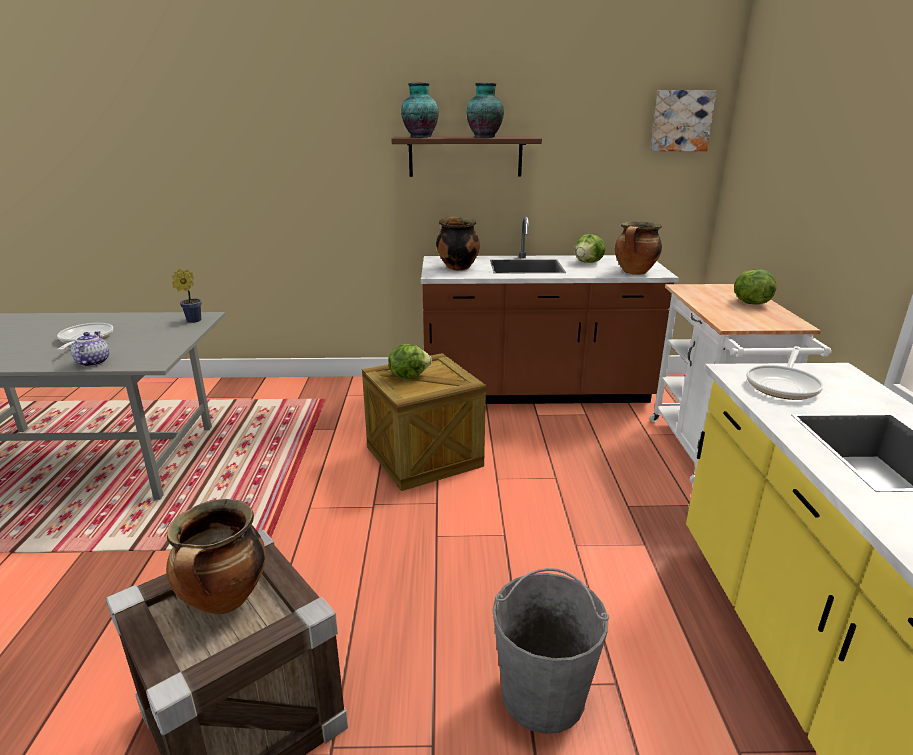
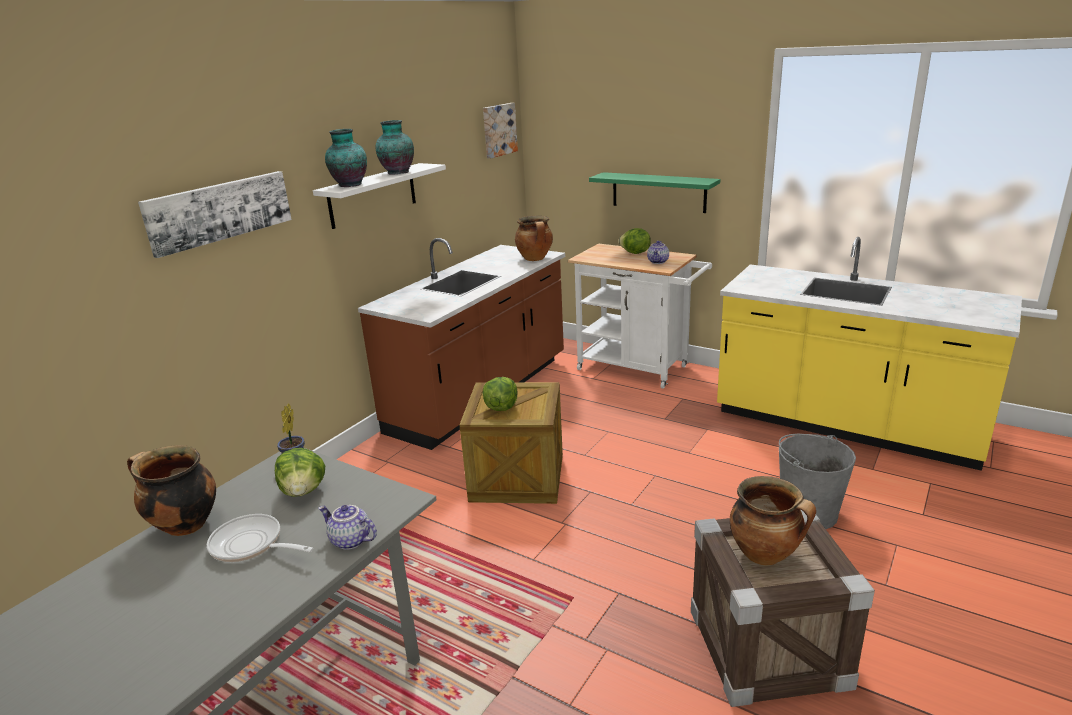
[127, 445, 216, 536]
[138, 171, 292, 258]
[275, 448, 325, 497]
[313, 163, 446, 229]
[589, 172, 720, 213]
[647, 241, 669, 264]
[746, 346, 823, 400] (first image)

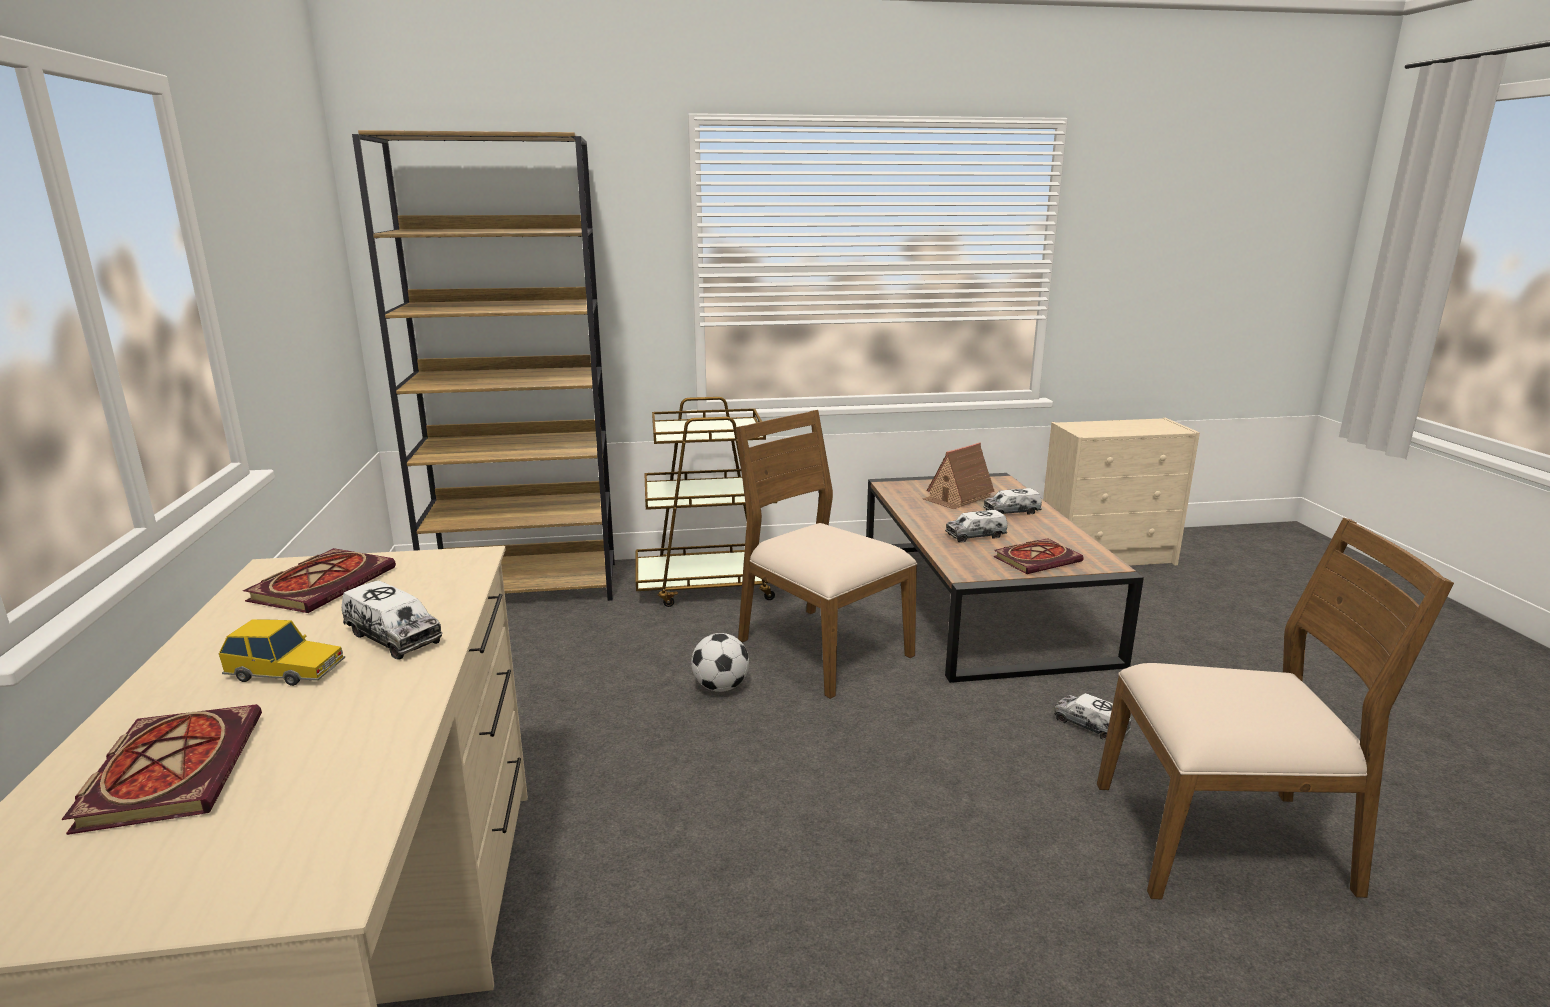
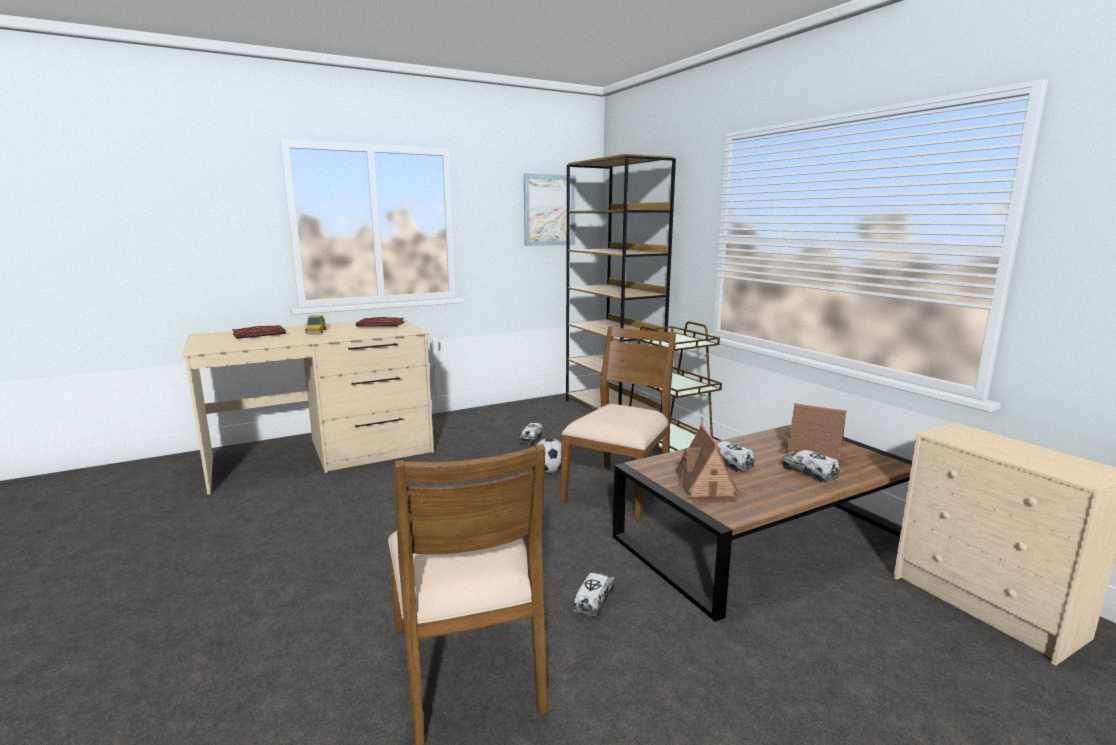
[519, 423, 543, 446]
[524, 173, 575, 246]
[676, 425, 738, 503]

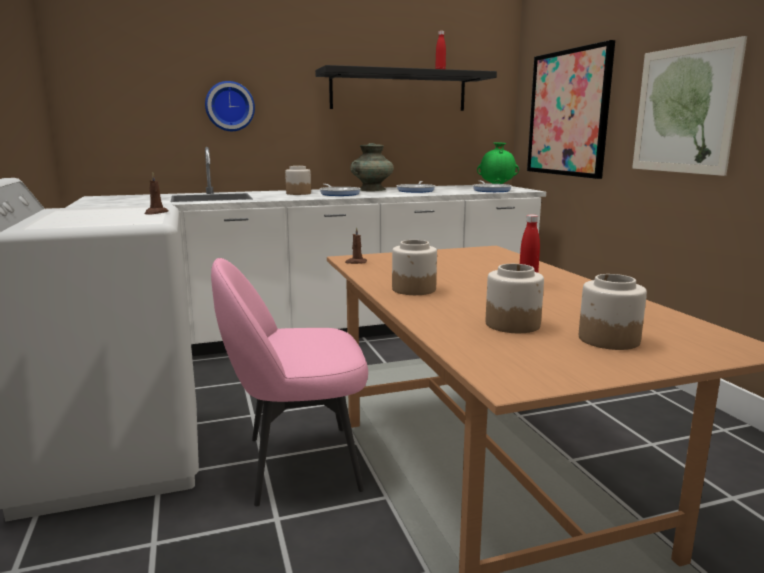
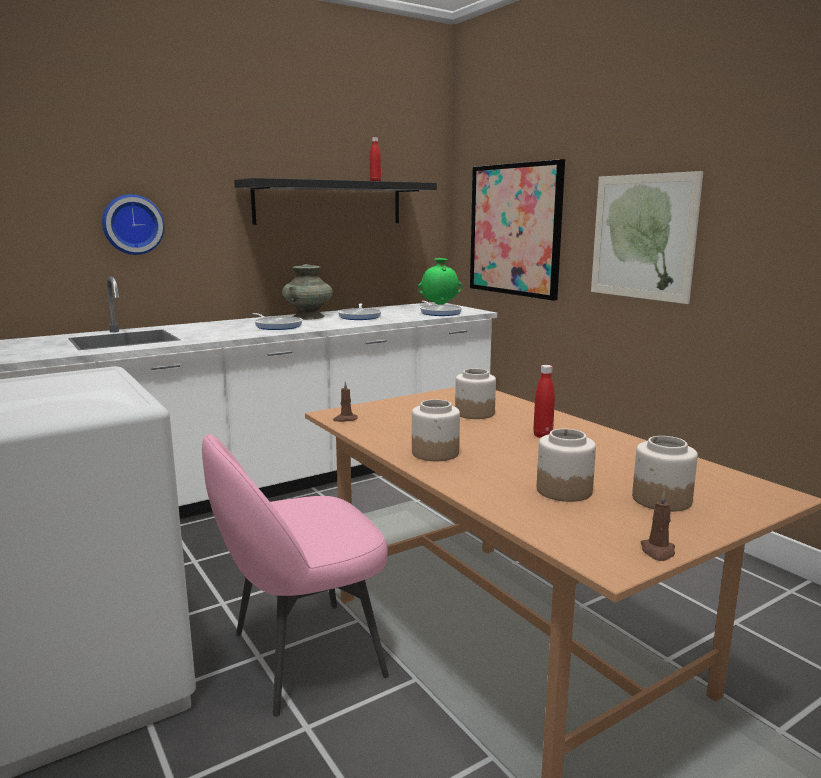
[455, 369, 496, 419]
[641, 491, 675, 561]

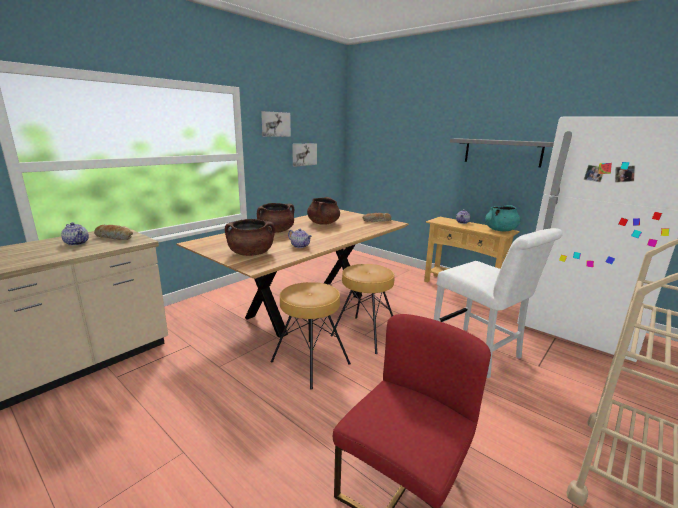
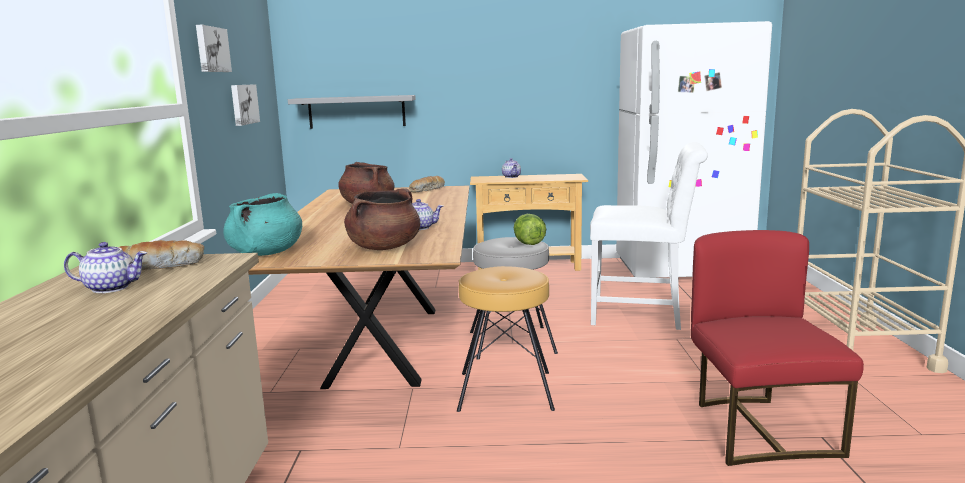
[223, 193, 302, 256]
[288, 95, 416, 129]
[470, 237, 558, 360]
[514, 214, 546, 245]
[257, 203, 294, 233] (first image)

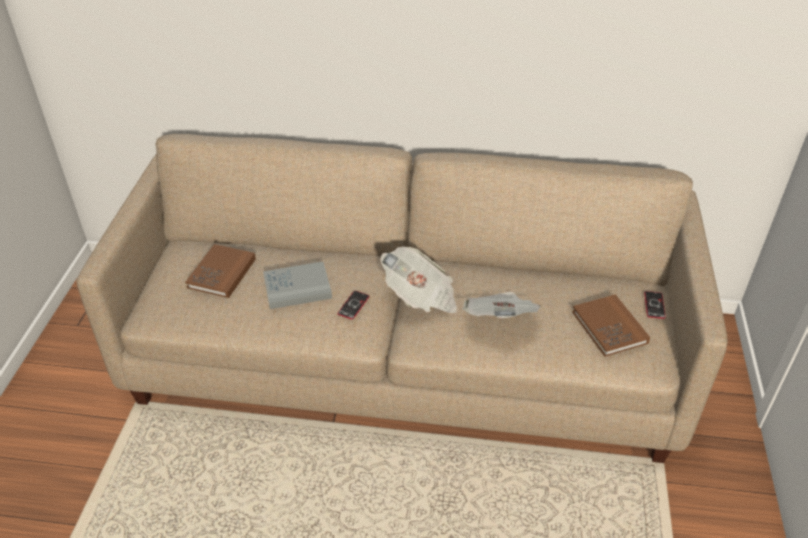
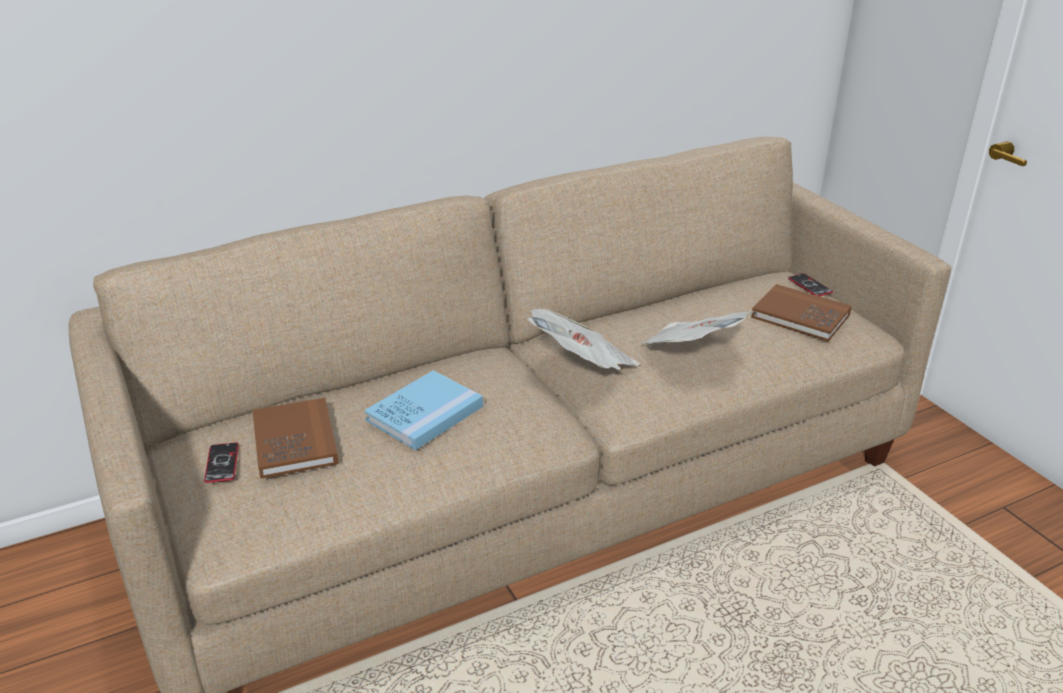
[204, 442, 239, 483]
[364, 370, 483, 450]

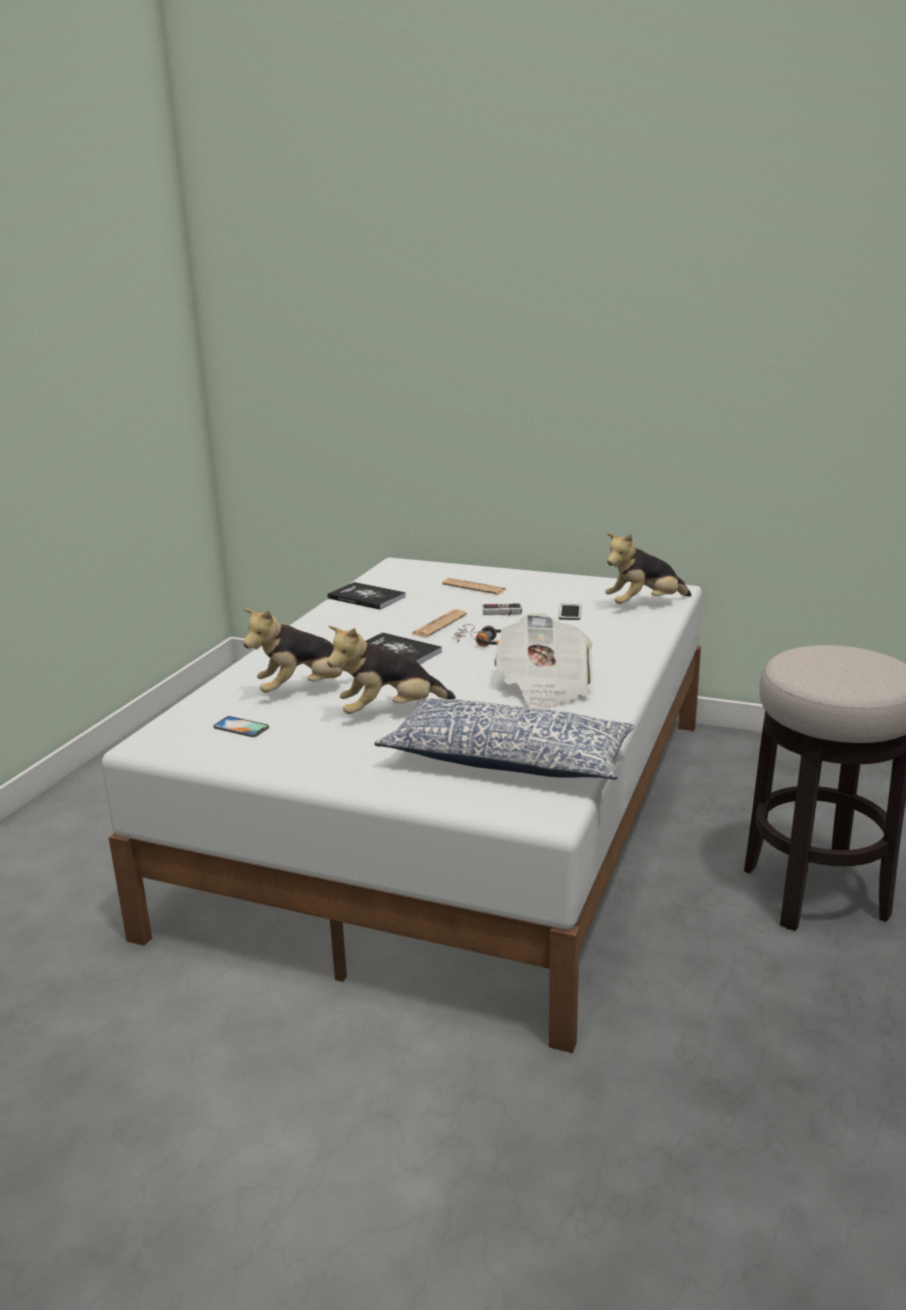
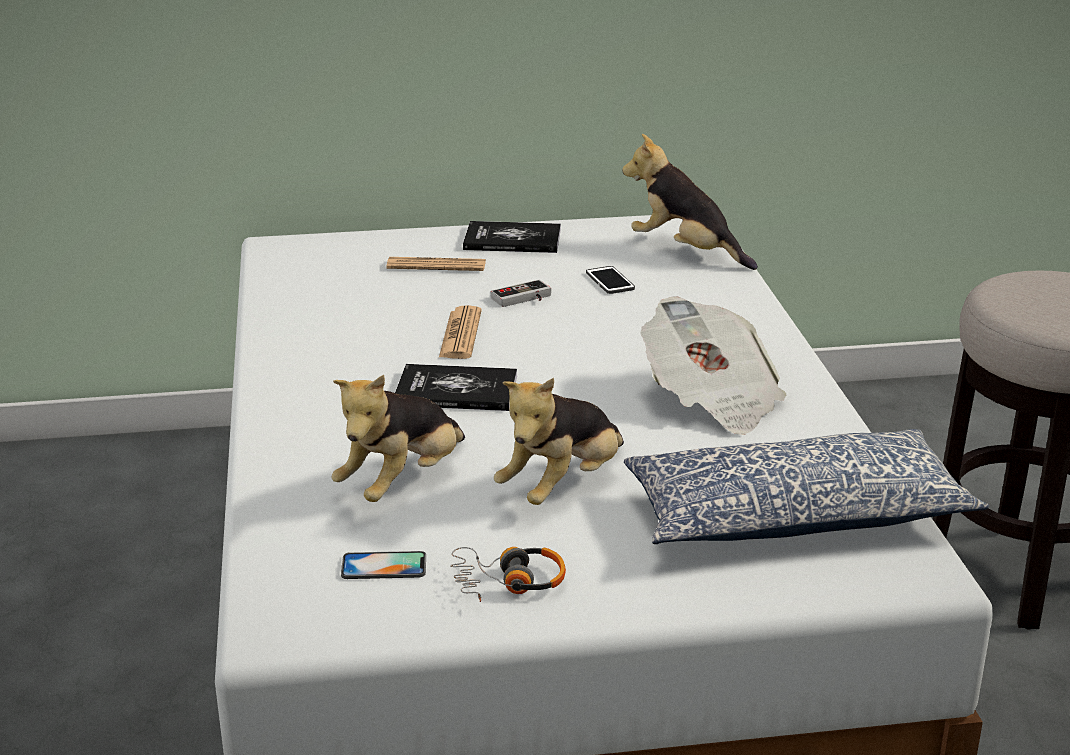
[450, 547, 566, 602]
[463, 221, 561, 253]
[622, 134, 758, 270]

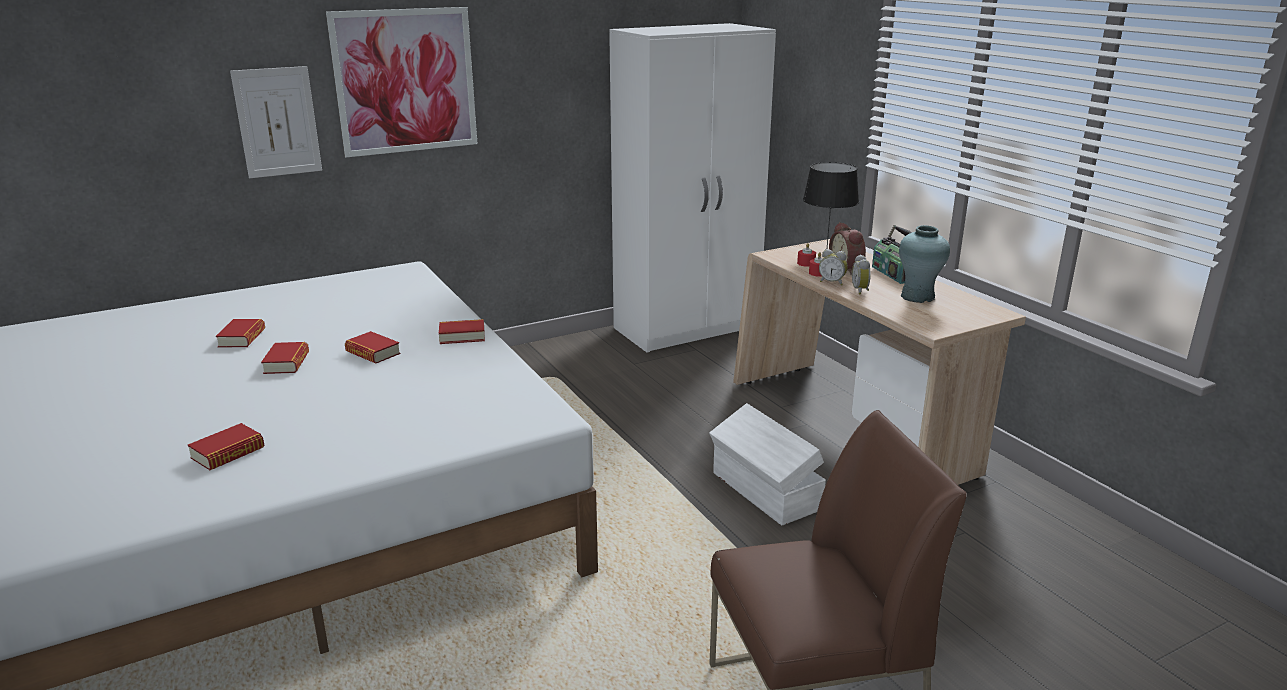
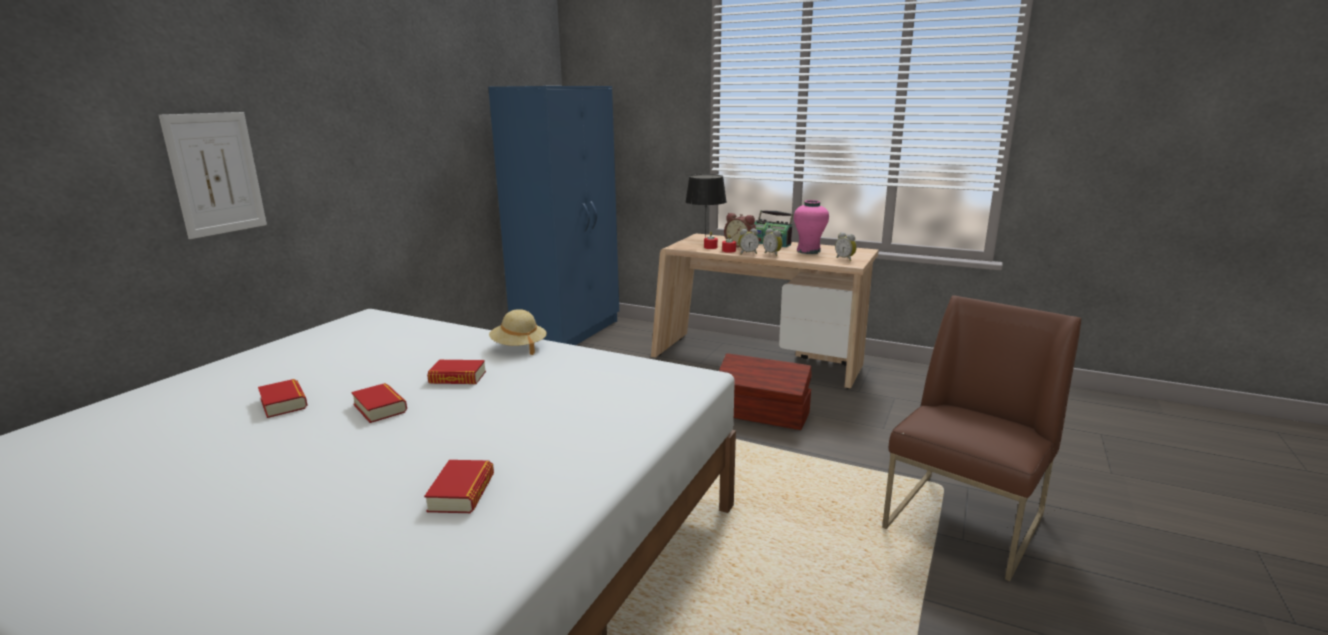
[488, 86, 619, 345]
[489, 309, 547, 355]
[719, 353, 812, 430]
[794, 200, 829, 254]
[835, 232, 857, 261]
[326, 7, 477, 157] (first image)

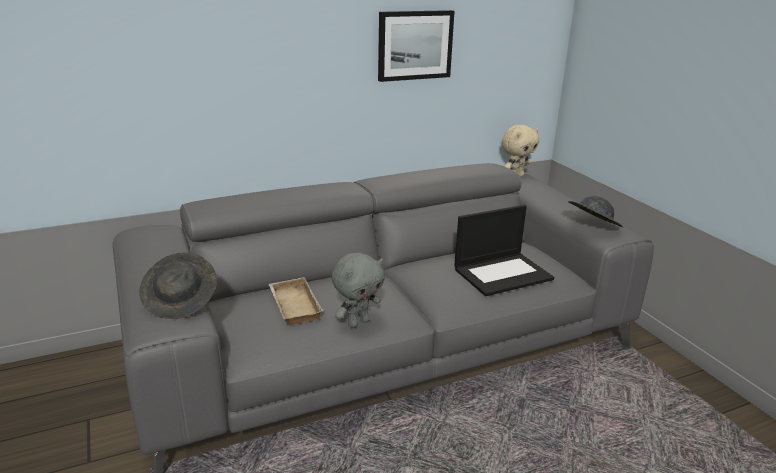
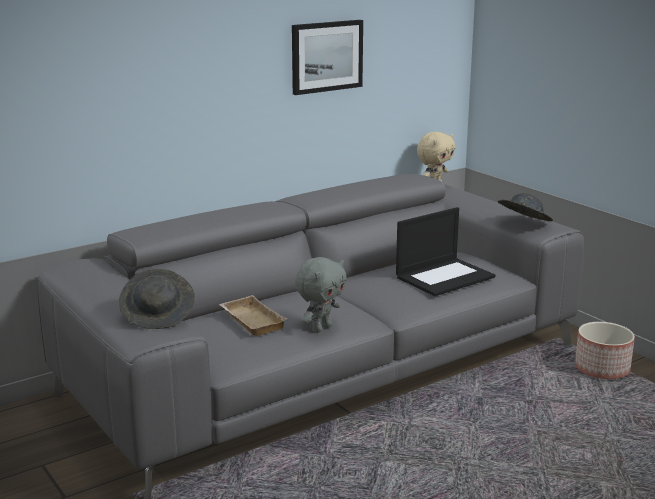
[575, 322, 635, 379]

